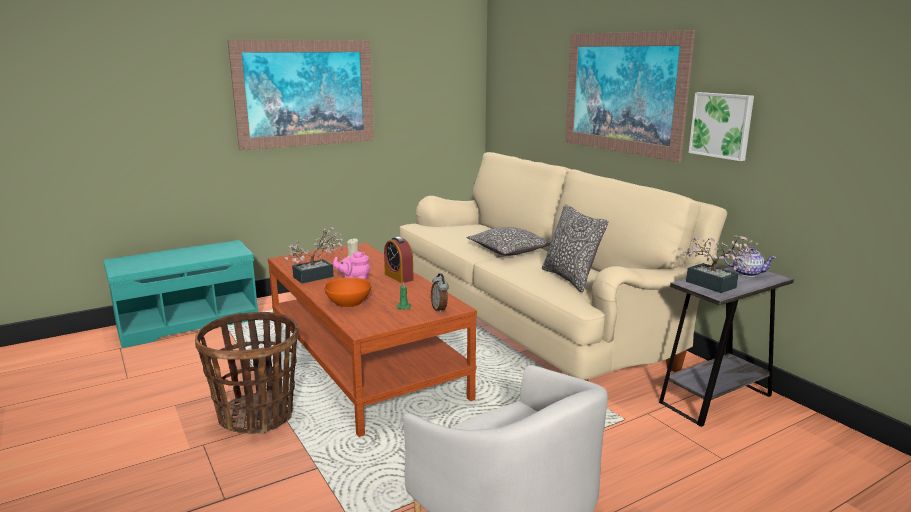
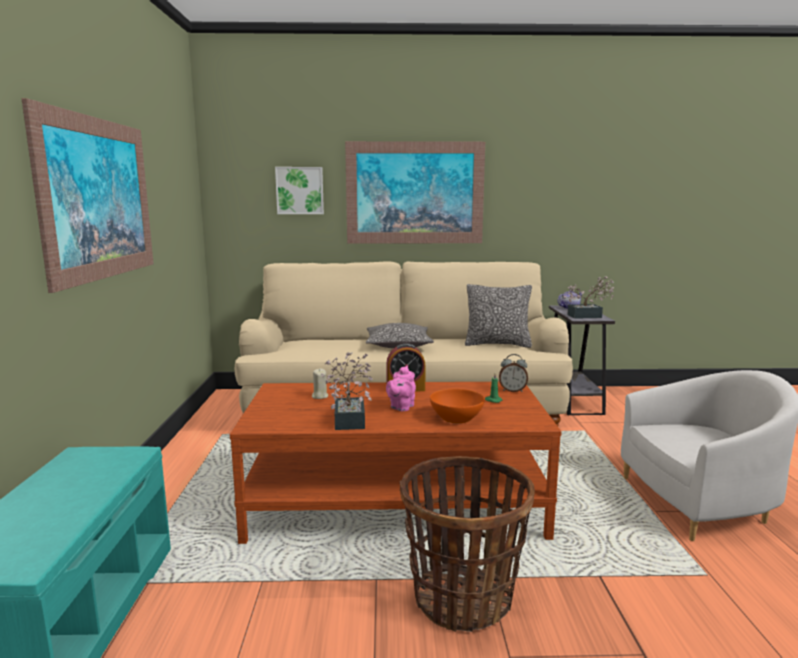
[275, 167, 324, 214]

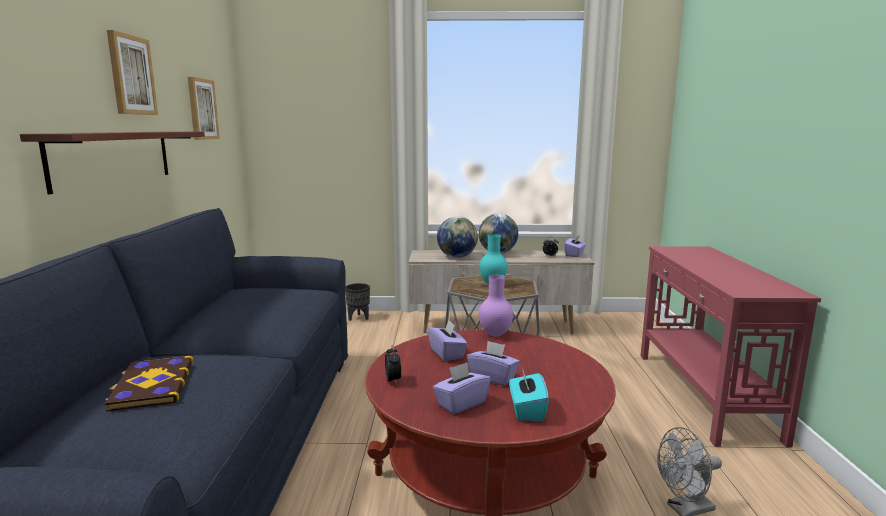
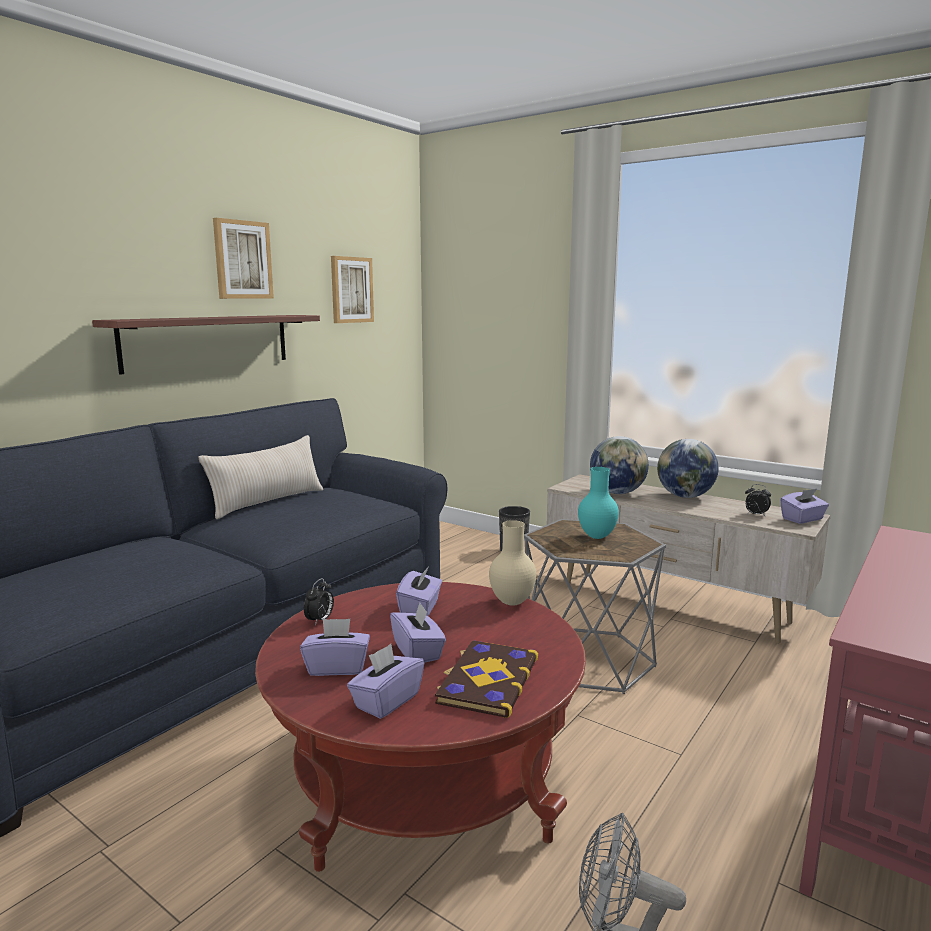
[198, 435, 323, 519]
[347, 644, 424, 719]
[435, 640, 538, 718]
[489, 520, 537, 606]

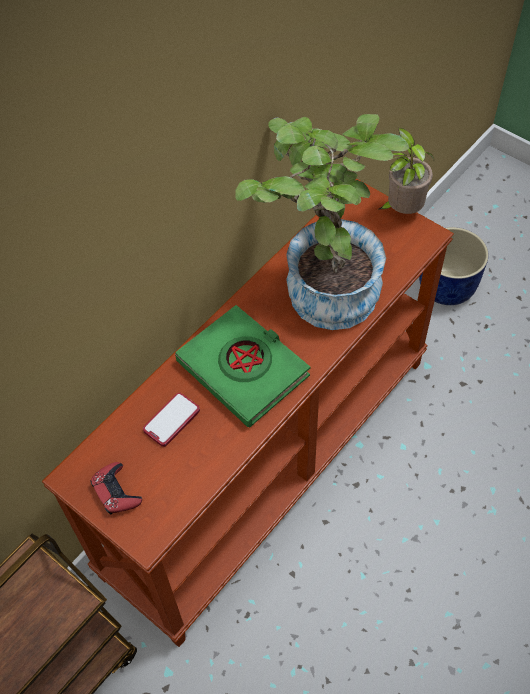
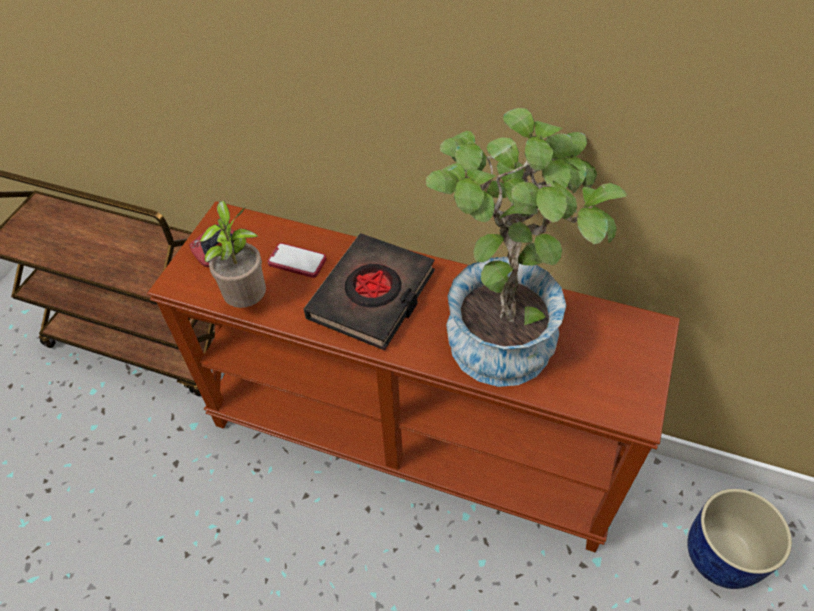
[199, 200, 266, 308]
[304, 233, 435, 350]

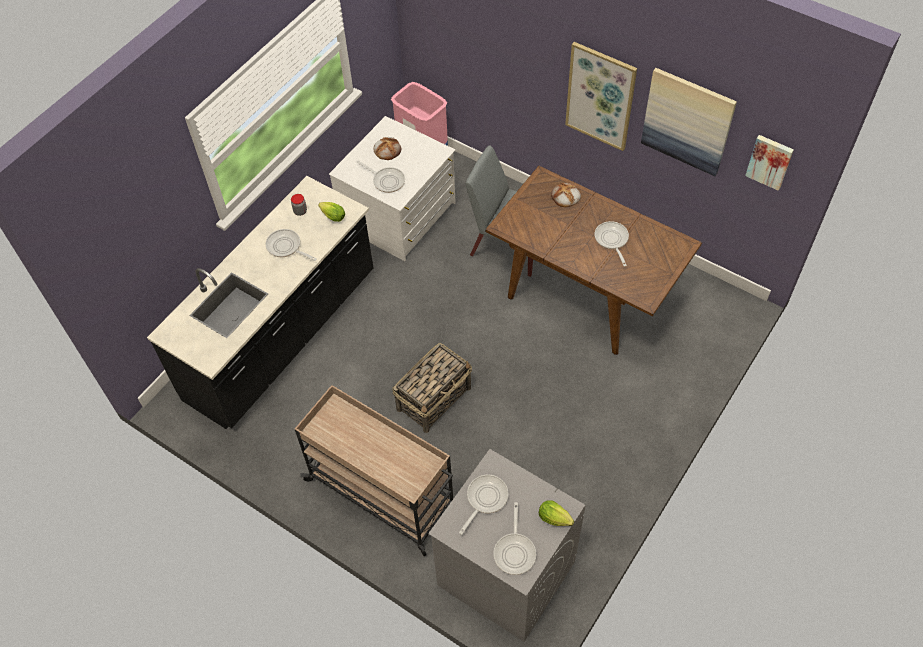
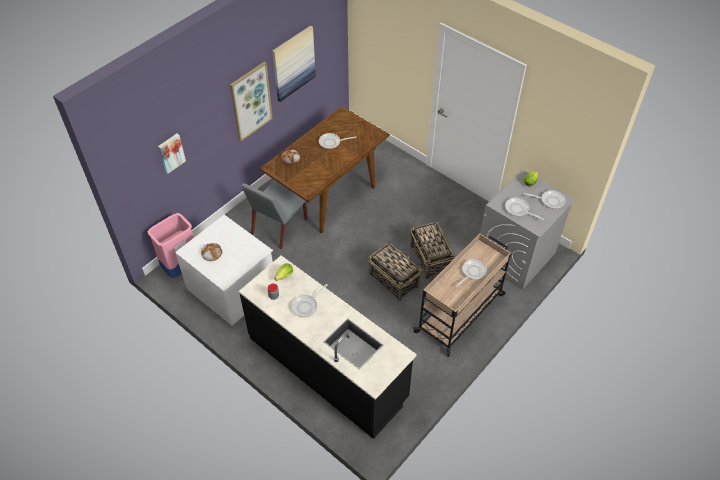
[158, 134, 186, 174]
[410, 222, 455, 279]
[456, 259, 487, 287]

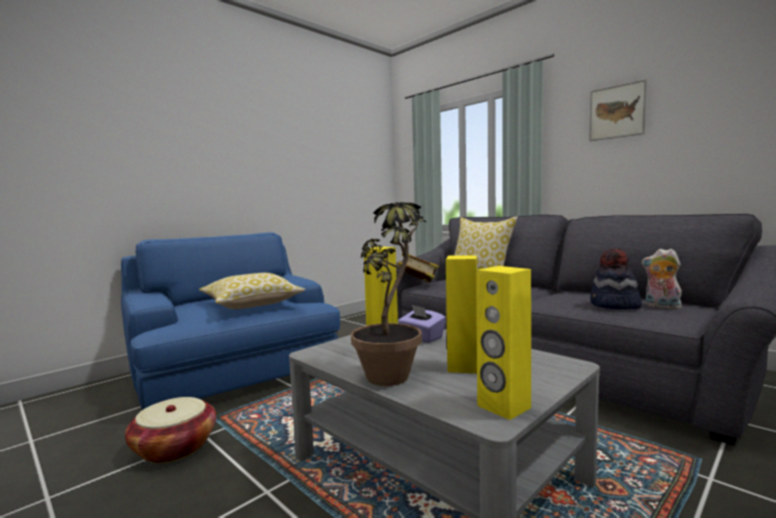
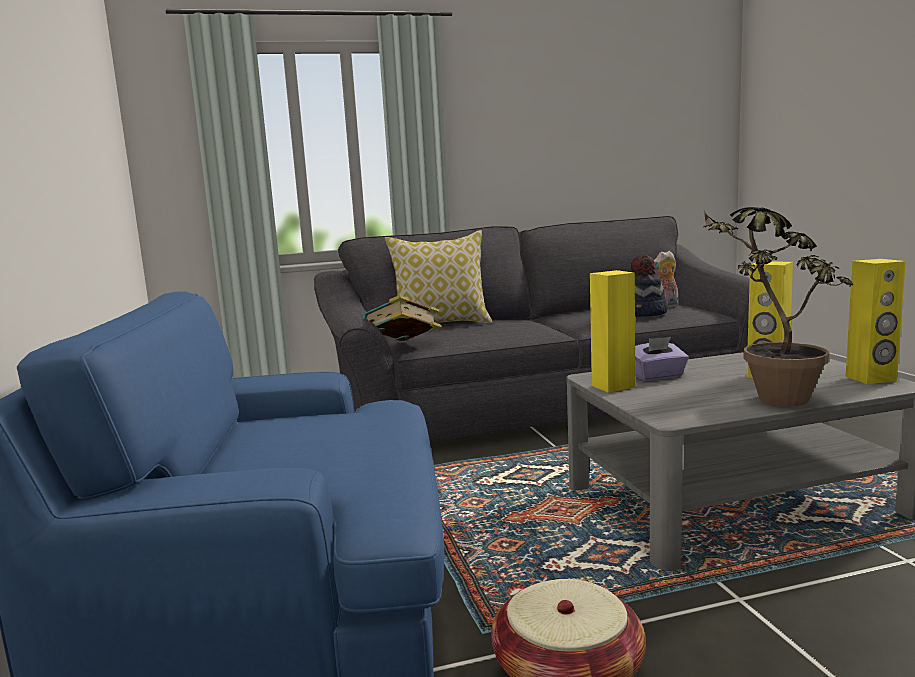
[199, 273, 305, 309] (first image)
[589, 79, 647, 141] (first image)

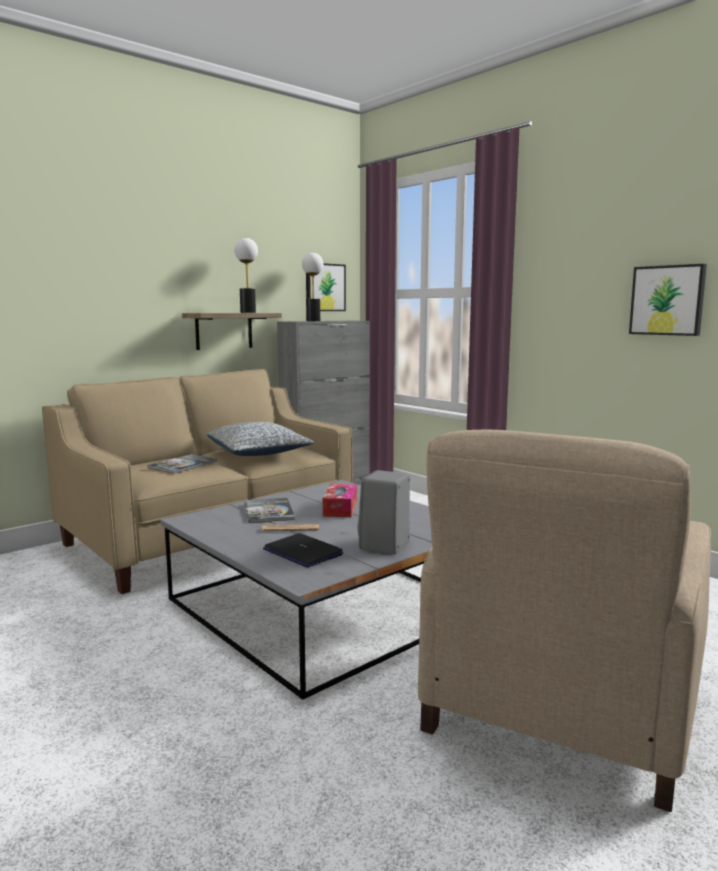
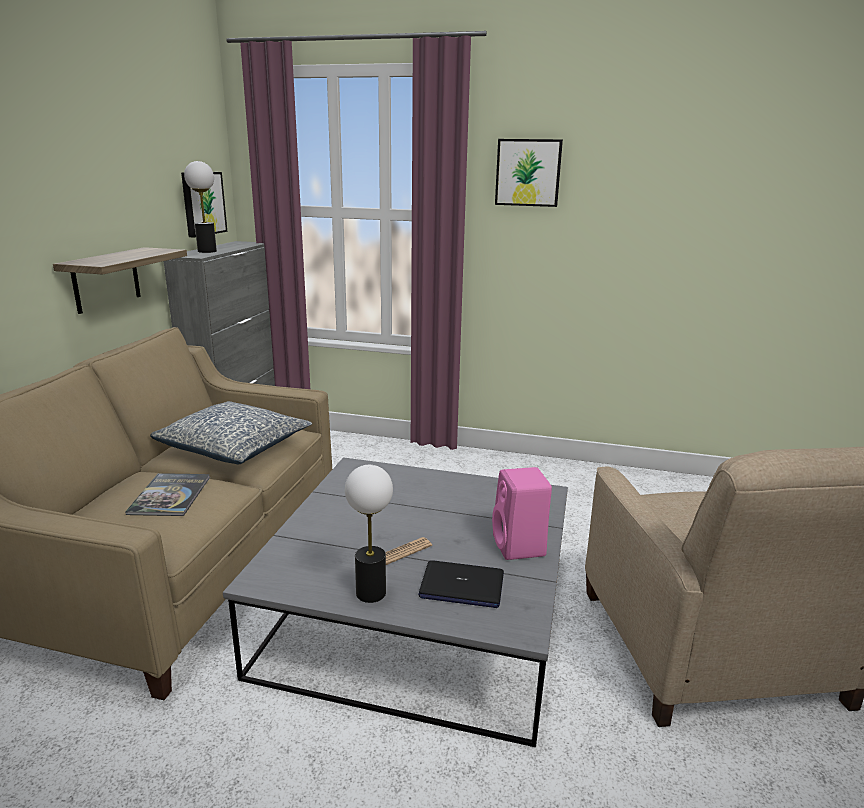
[345, 465, 393, 603]
[492, 467, 552, 560]
[495, 139, 563, 207]
[245, 498, 295, 523] (first image)
[322, 484, 357, 517] (first image)

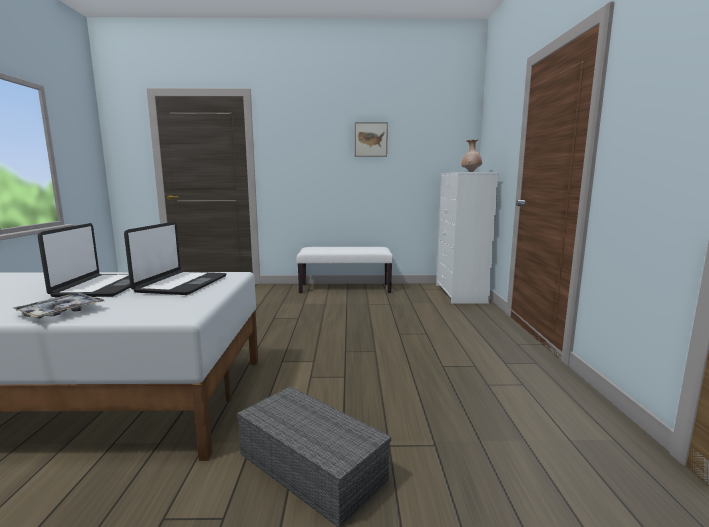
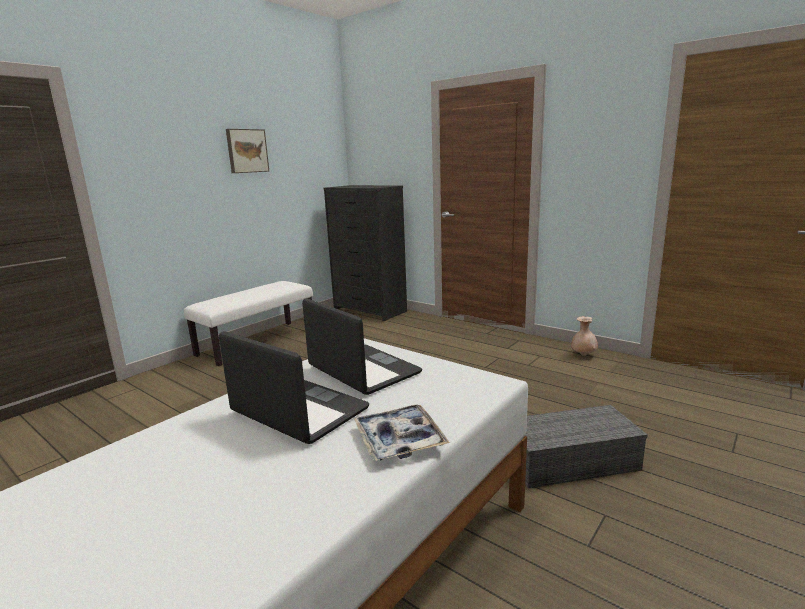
[324, 185, 407, 321]
[571, 316, 598, 356]

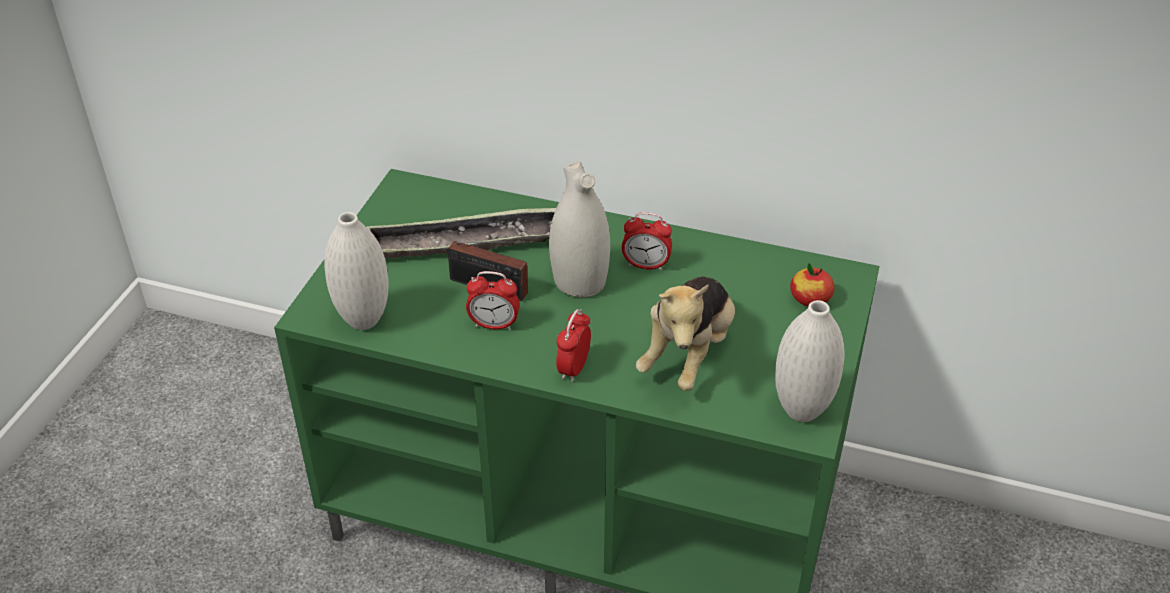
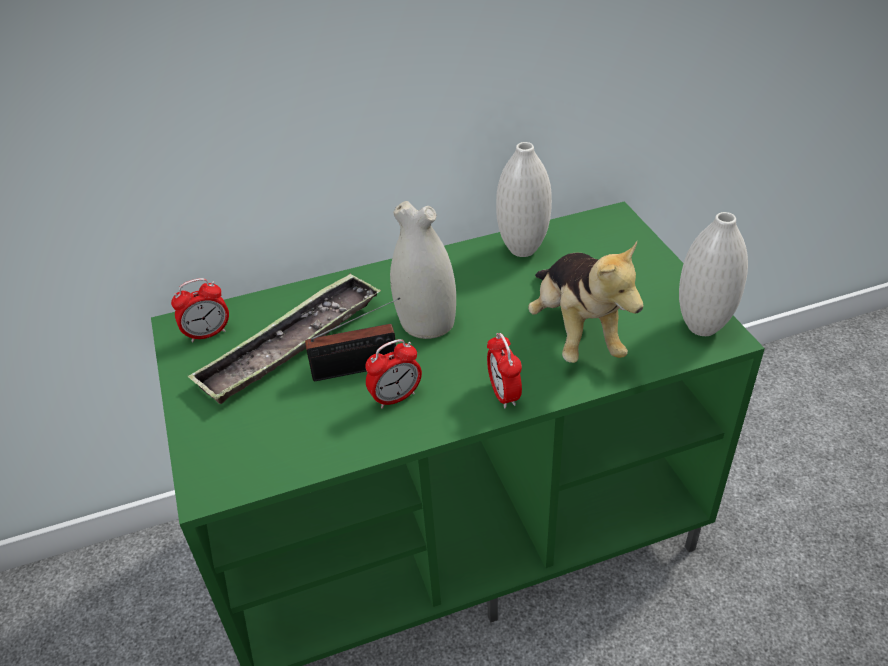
[171, 278, 229, 343]
[496, 142, 552, 257]
[790, 263, 835, 306] (first image)

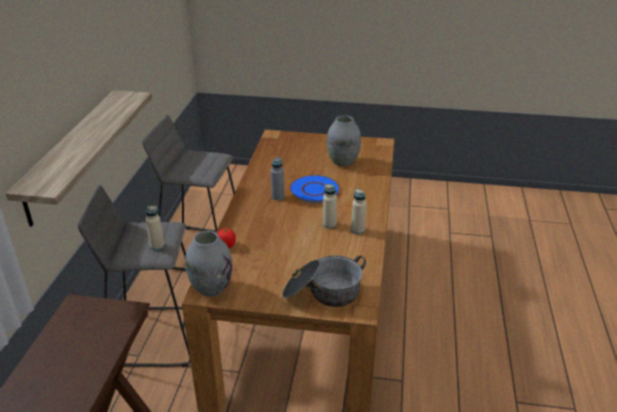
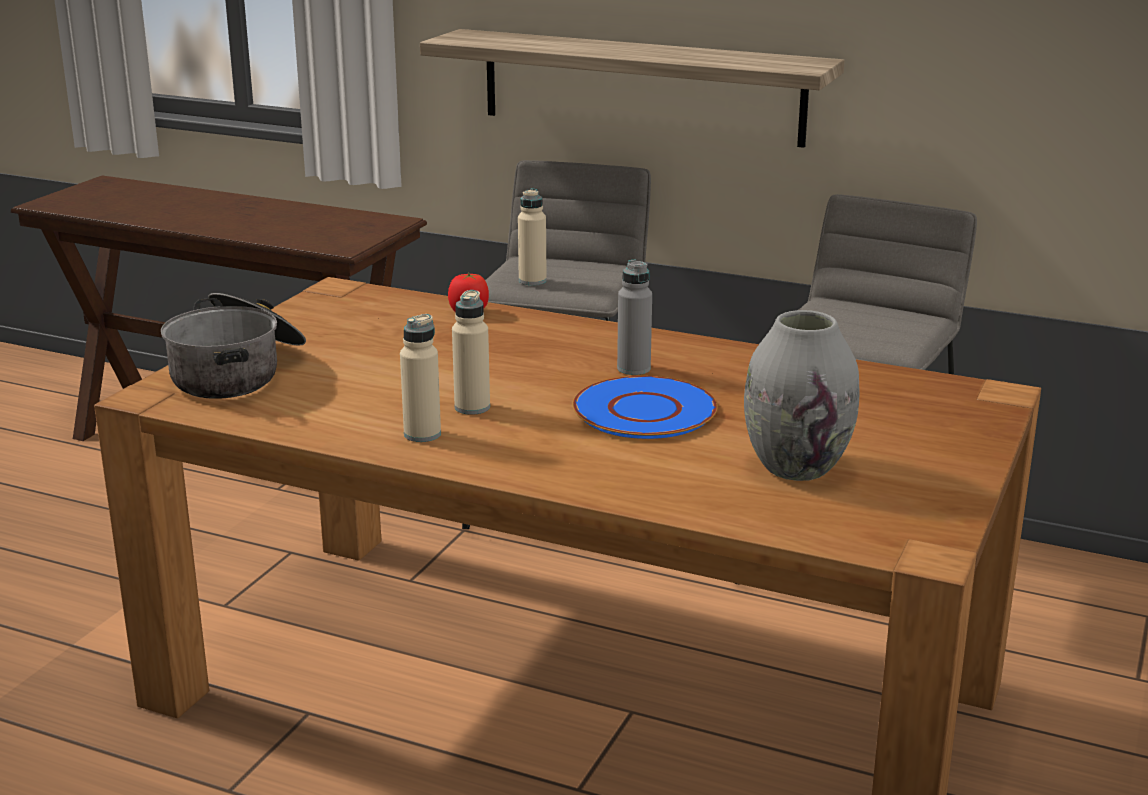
[185, 231, 233, 297] (first image)

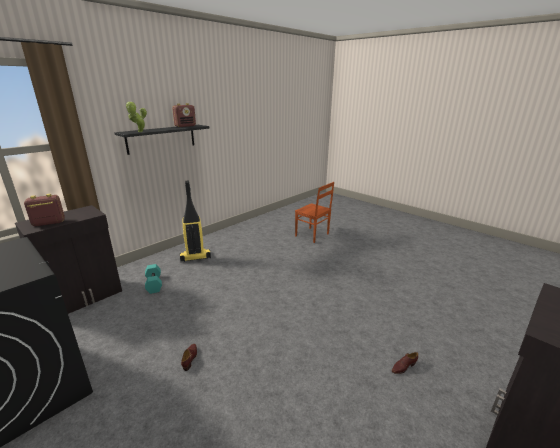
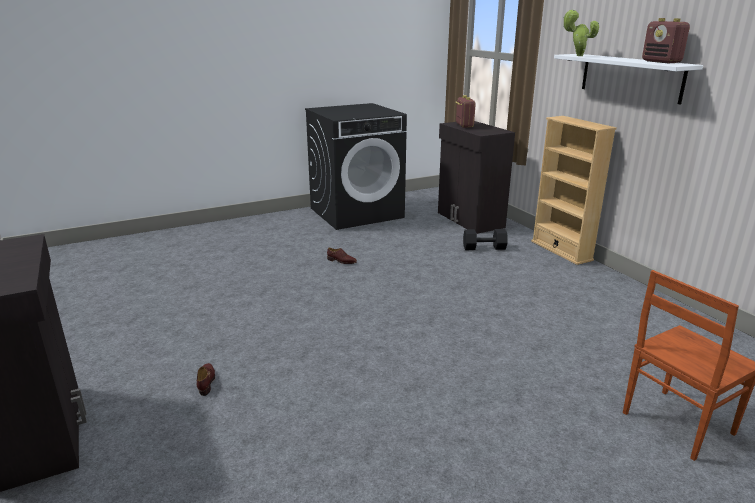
[463, 229, 508, 250]
[531, 116, 617, 265]
[554, 54, 703, 105]
[180, 181, 211, 262] (first image)

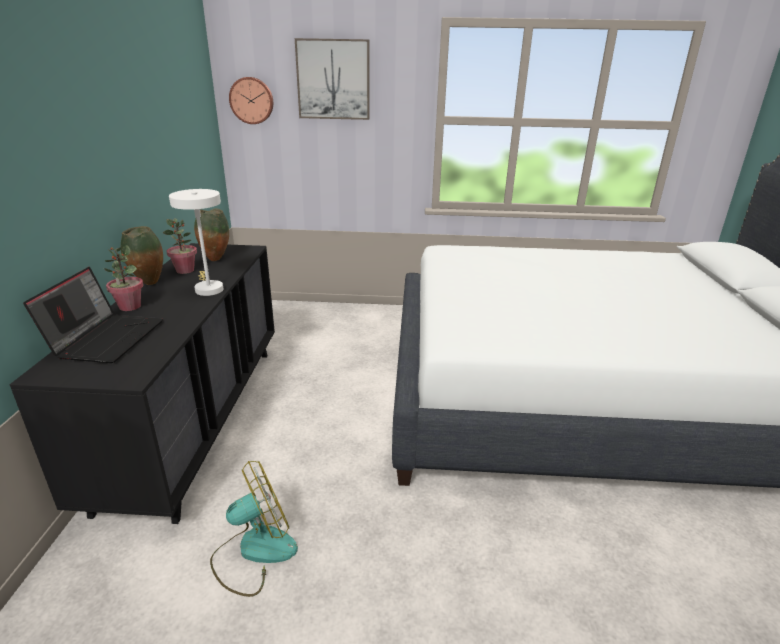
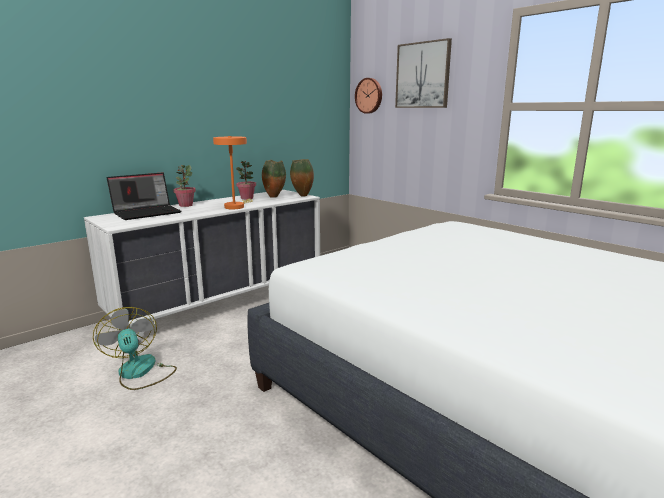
[84, 190, 320, 341]
[93, 307, 177, 390]
[213, 136, 253, 209]
[290, 159, 314, 196]

